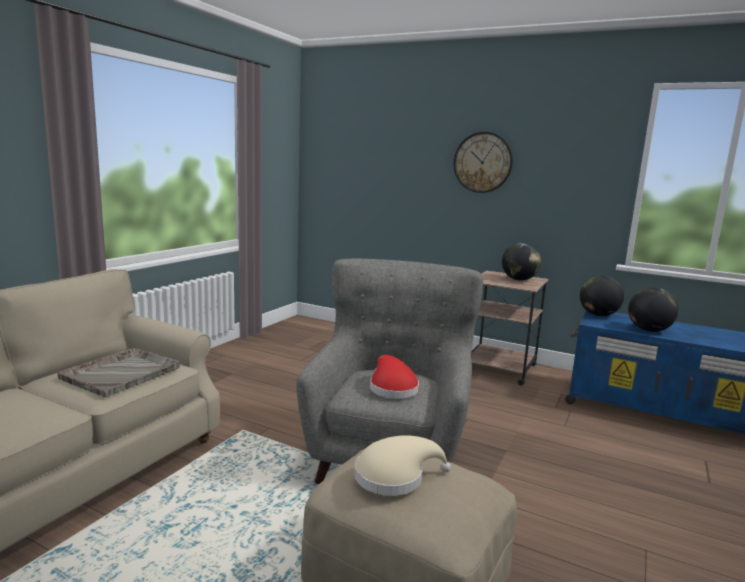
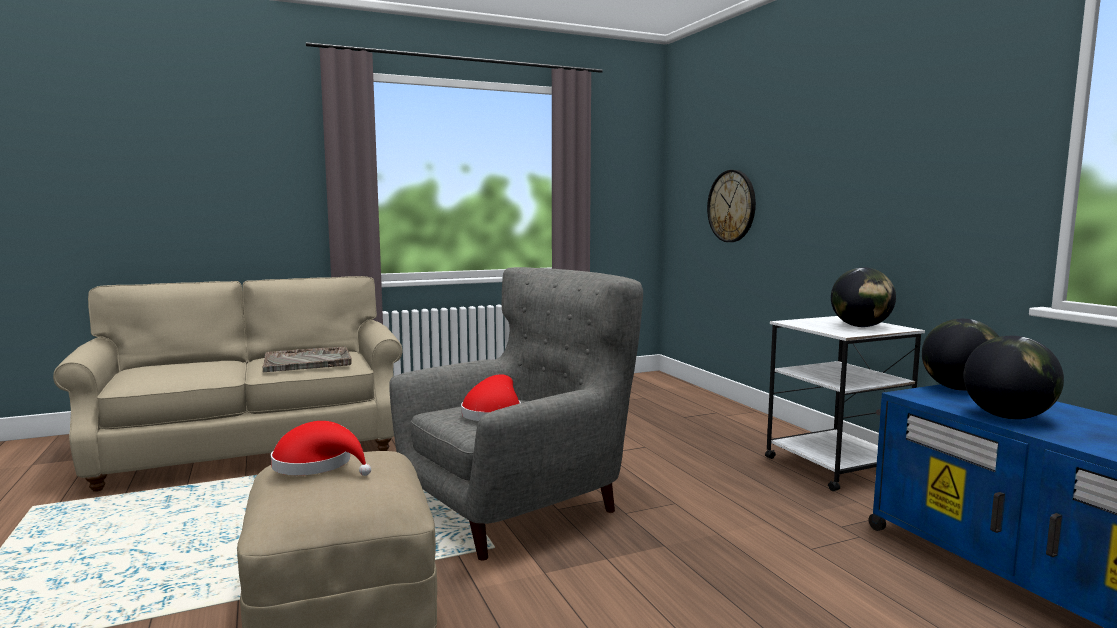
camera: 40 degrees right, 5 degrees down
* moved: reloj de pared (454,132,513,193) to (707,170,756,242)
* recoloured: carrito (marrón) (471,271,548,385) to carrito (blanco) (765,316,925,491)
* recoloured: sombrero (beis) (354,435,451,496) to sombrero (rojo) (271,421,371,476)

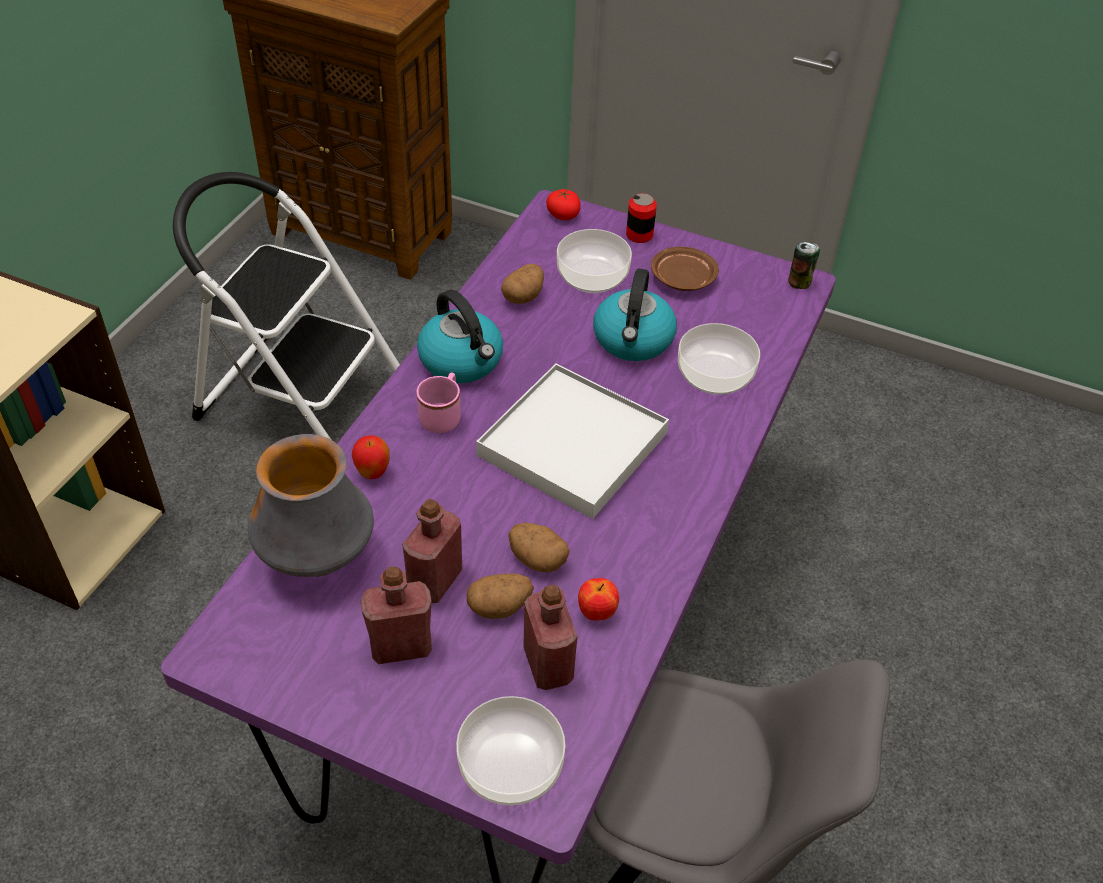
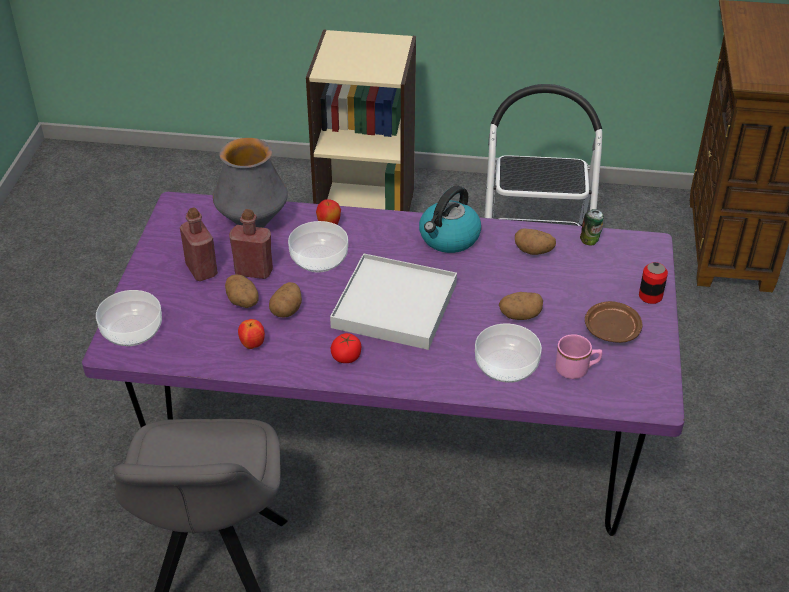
camera: 75 degrees right, 5 degrees down
* moved: tomate (546,189,581,220) to (331,333,361,363)
* moved: cuenco (557,229,632,293) to (288,221,348,273)
* moved: lata (788,242,820,289) to (580,209,603,245)
* replaced: hervidor (593,269,677,361) to patata (499,292,543,320)
* moved: taza grande (rosa) (416,373,461,433) to (556,334,602,379)
* removed: botella (rojo) (523,585,577,690)

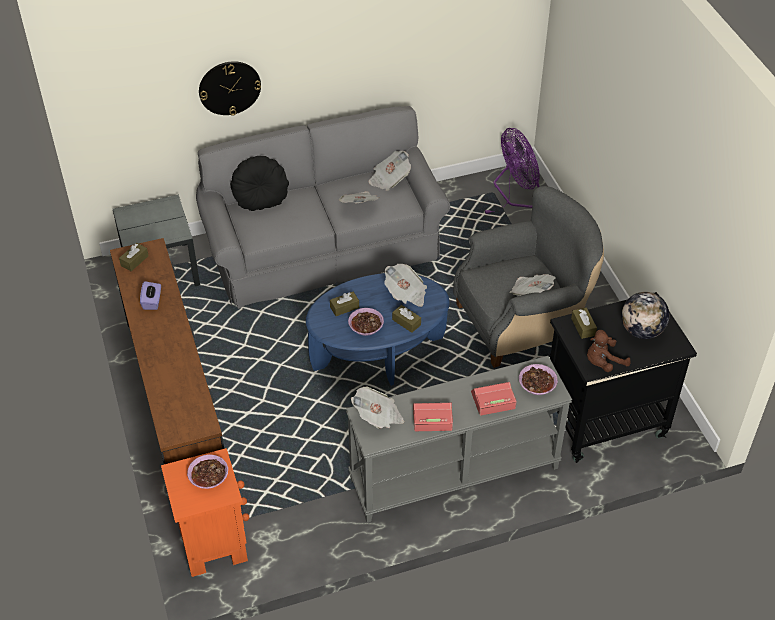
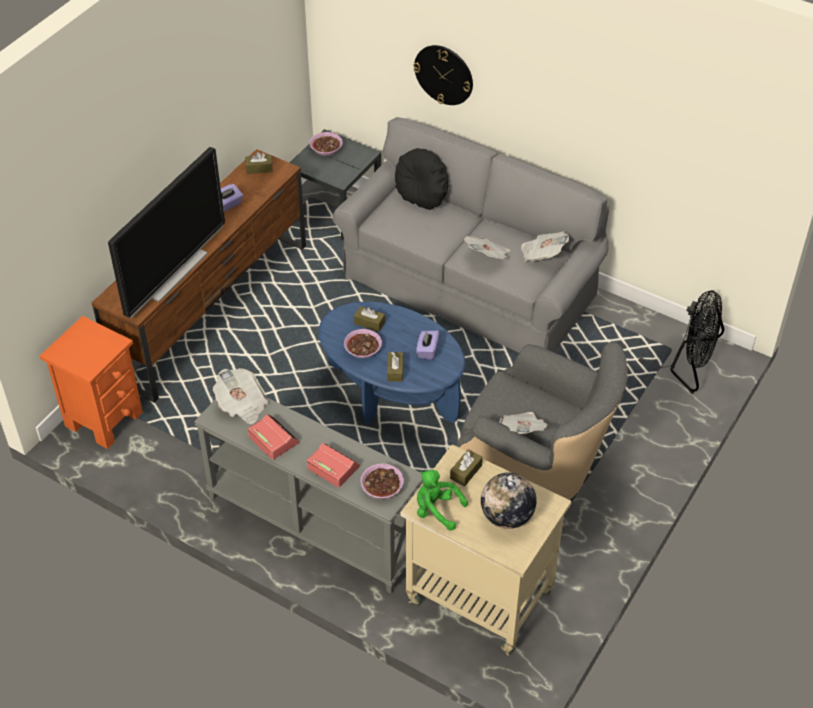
camera: 50 degrees right, 0 degrees up
* recoloured: ventilador (morado) (485,128,540,214) to ventilador (negro) (638,290,724,394)
* replaced: periódico (384,264,427,307) to caja de pañuelos (morado) (416,330,439,360)
* recoloured: carrito (negro) (550,292,697,463) to carrito (beis) (400,444,572,656)
* recoloured: peluche (marrón) (587,330,631,372) to peluche (verde) (417,470,468,531)
* moved: cuenco (187,454,228,489) to (309,132,343,156)
* added: televisor (108,147,225,318)

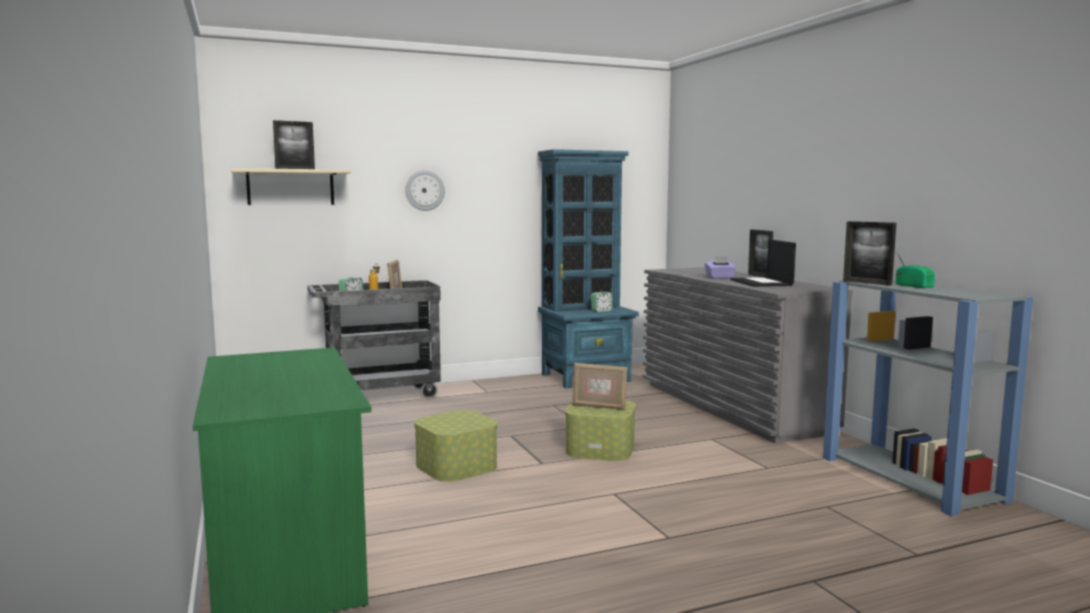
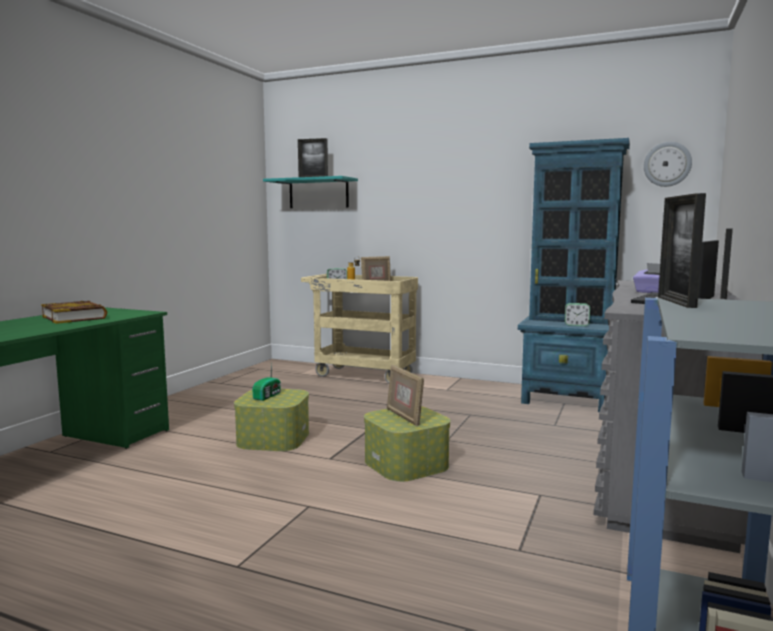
camera: 45 degrees right, 0 degrees up
* recoloured: estante (beis) (231,168,351,205) to estante (turquesa) (263,176,358,208)
* moved: reloj de pared (405,170,445,211) to (644,142,692,187)
* moved: radio (895,249,935,288) to (252,361,281,401)
* recoloured: carrito (negro) (307,280,441,399) to carrito (beis) (301,274,418,383)
* added: libro (41,301,108,324)

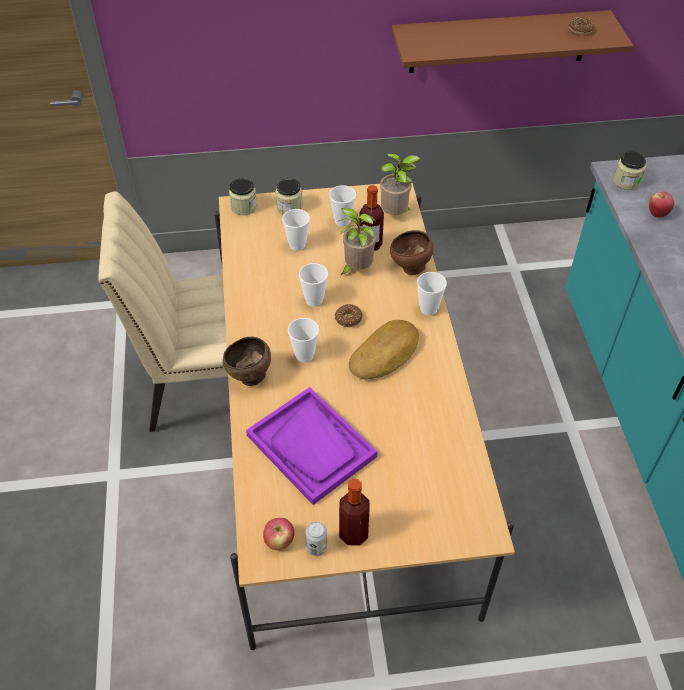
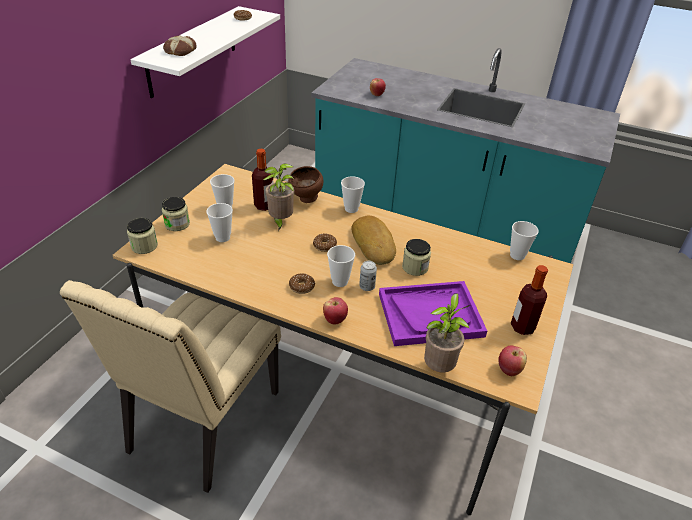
camera: 60 degrees left, 10 degrees down
* recoloured: estante (marrón) (392,10,633,73) to estante (blanco) (130,6,280,98)
* moved: tarro (613,151,646,190) to (402,239,431,276)
* moved: planta en maceta (380,154,420,215) to (424,293,470,372)
* moved: taza (299,263,328,307) to (510,221,539,260)
* replaced: cuenco (marrón) (223,336,271,386) to manzana (323,297,348,325)
* moved: lata (305,521,327,556) to (359,261,377,291)
* added: pan (163,35,197,56)
* added: rosquilla (289,274,315,294)

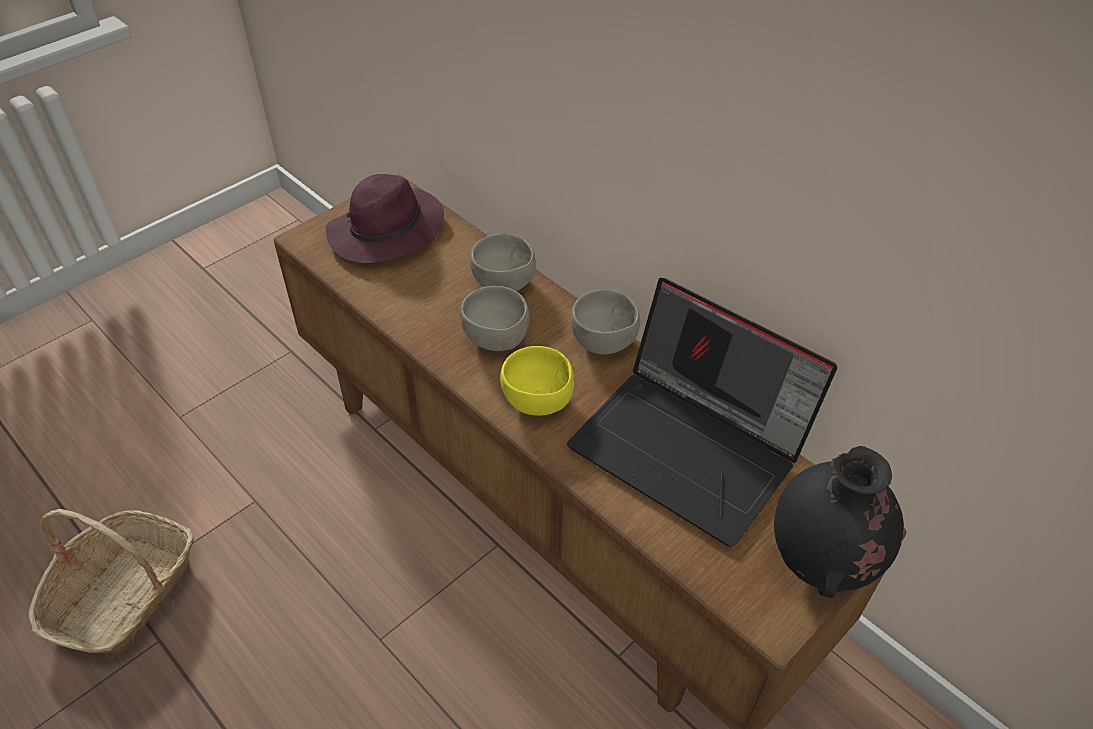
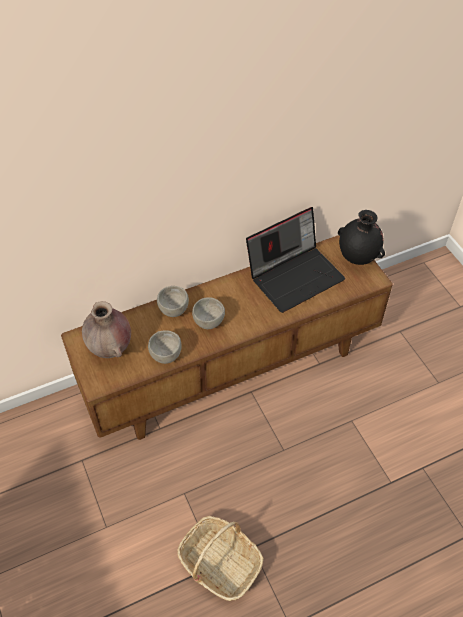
camera: 70 degrees left, 5 degrees up
* replaced: sombrero (morado) (326,174,444,263) to florero (marrón) (82,301,131,358)
* moved: cuenco (gris) (571,289,640,354) to (148,330,182,364)
* removed: cuenco (amarillo) (500,346,574,416)

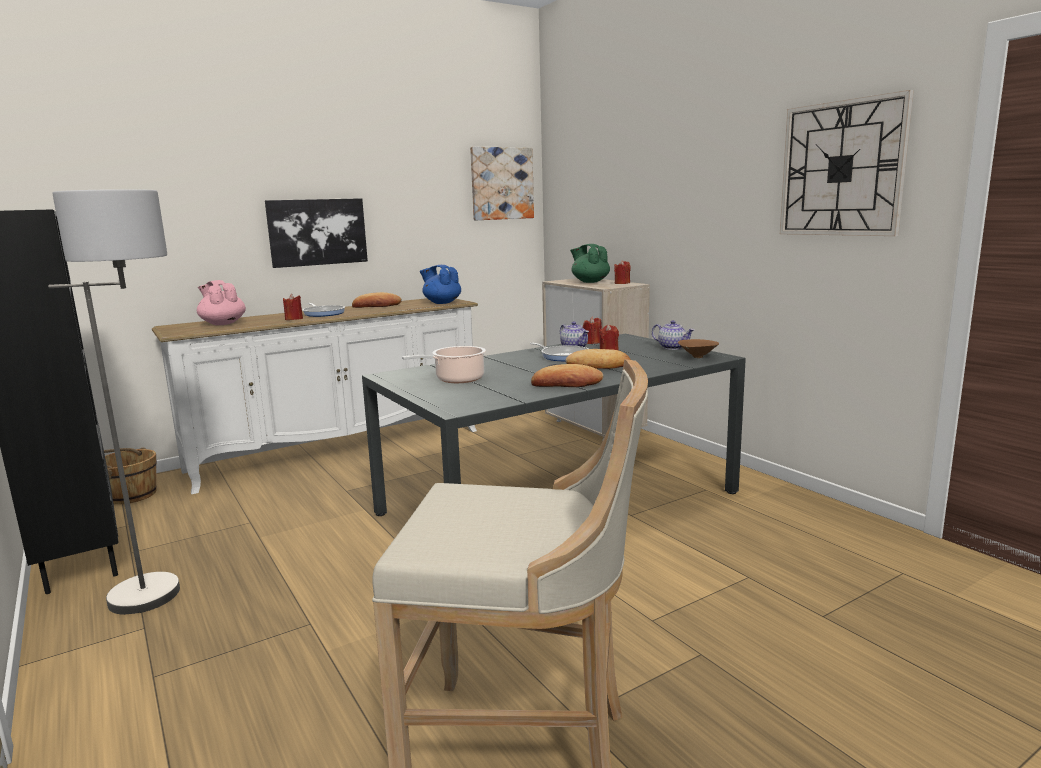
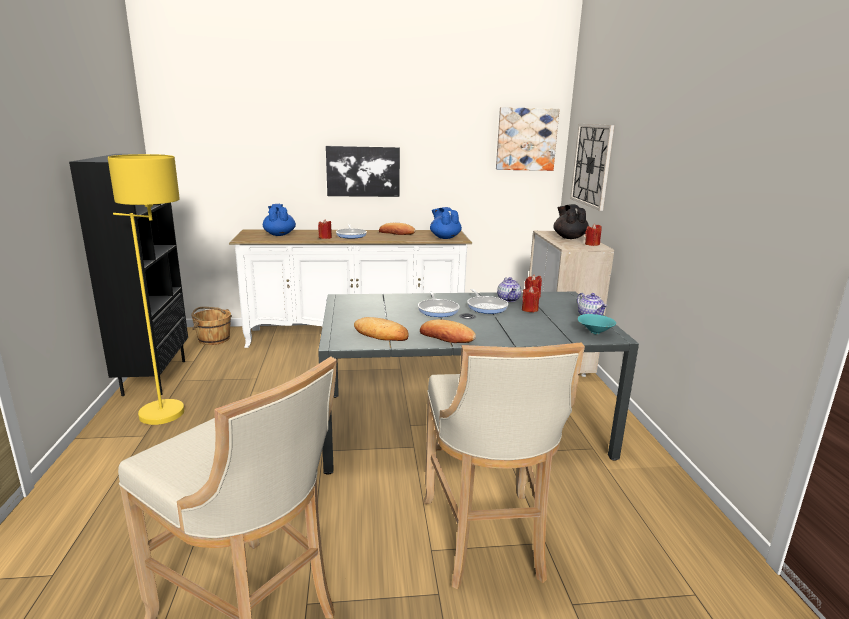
camera: 25 degrees right, 5 degrees up
* moved: reloj de pared (780,90,914,236) to (570,124,614,211)
* recoloured: lámpara de pie (gris) (48,189,180,615) to lámpara de pie (amarillo) (108,154,184,425)
* recoloured: tetera (verde) (570,244,610,283) to tetera (negro) (553,204,589,239)
* recoloured: tetera (rosa) (197,280,246,325) to tetera (azul) (263,204,296,236)
* recoloured: cuenco (marrón) (678,339,719,358) to cuenco (turquesa) (578,314,616,334)
* removed: olla (402,346,486,383)
* moved: pan (565,349,631,369) to (354,317,408,341)
* added: sartén (418,291,460,317)
* added: taburete (beis) (423,342,585,589)

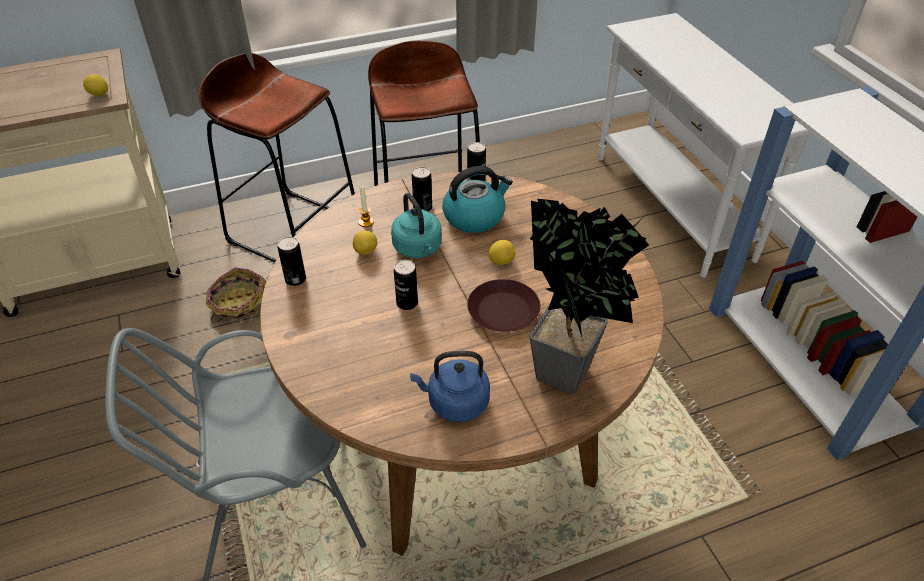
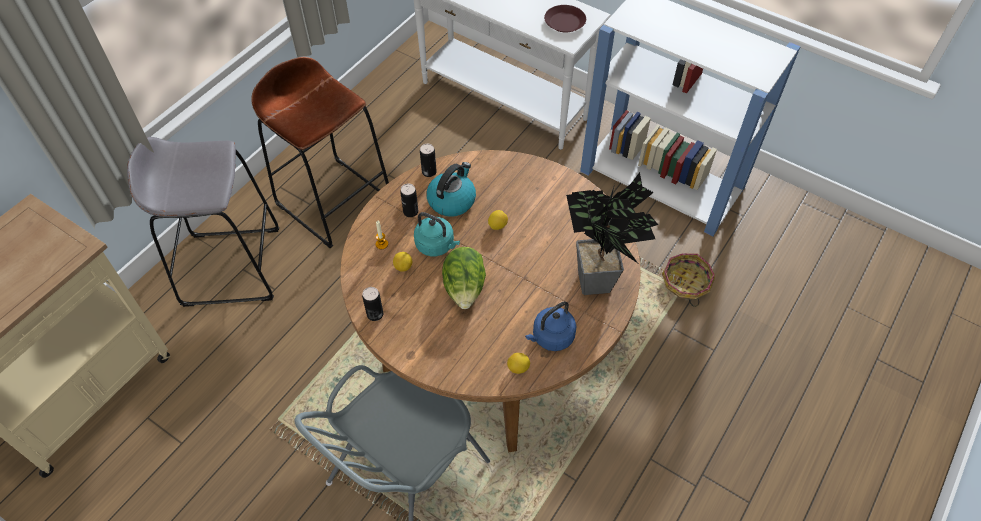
camera: 35 degrees left, 10 degrees up
* recoloured: taburete (marrón) (199,53,355,262) to taburete (gris) (127,137,279,307)
* moved: limón (83,74,108,96) to (507,353,530,374)
* replaced: lata (394,260,418,310) to lechuga (442,247,486,309)
* moved: cesta (206,267,266,323) to (662,253,715,307)
* moved: plato (marrón) (467,279,541,332) to (544,5,586,33)

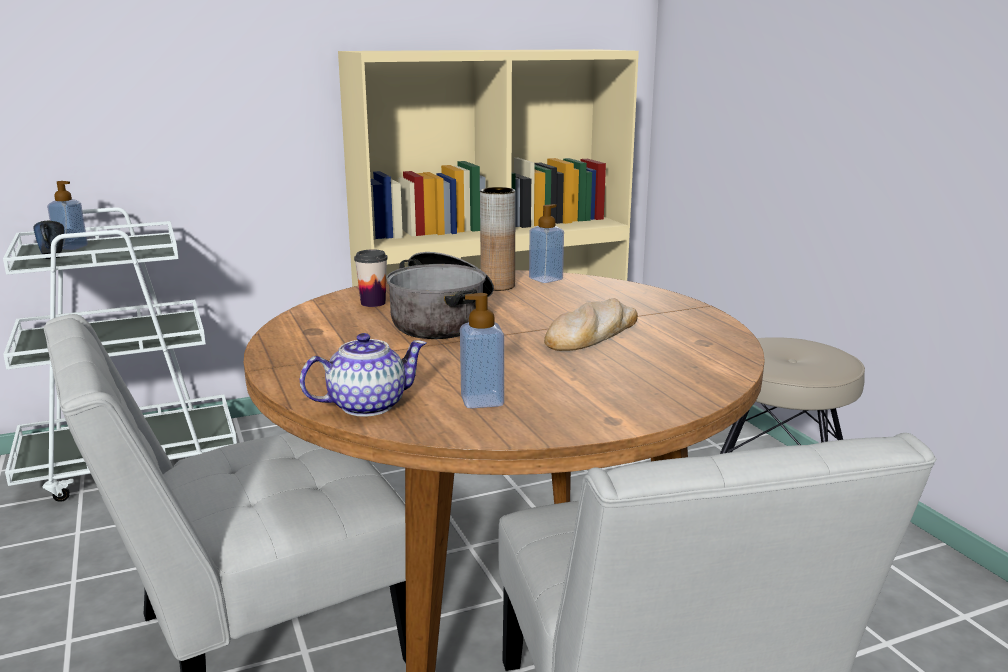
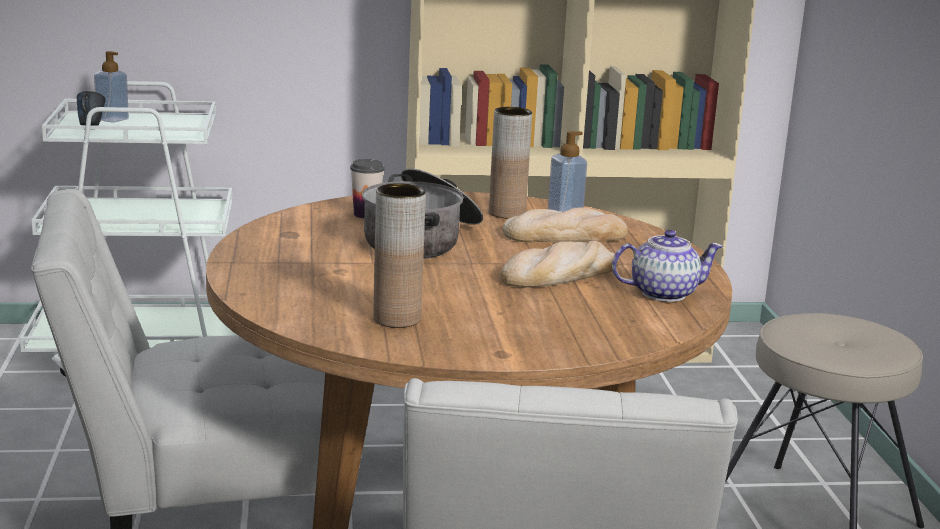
camera: 15 degrees right, 0 degrees up
* replaced: dispensador de jabón (460,293,504,408) to florero (marrón) (373,183,426,328)
* moved: tetera (300,333,426,417) to (612,230,723,302)
* added: pan (502,207,628,243)

